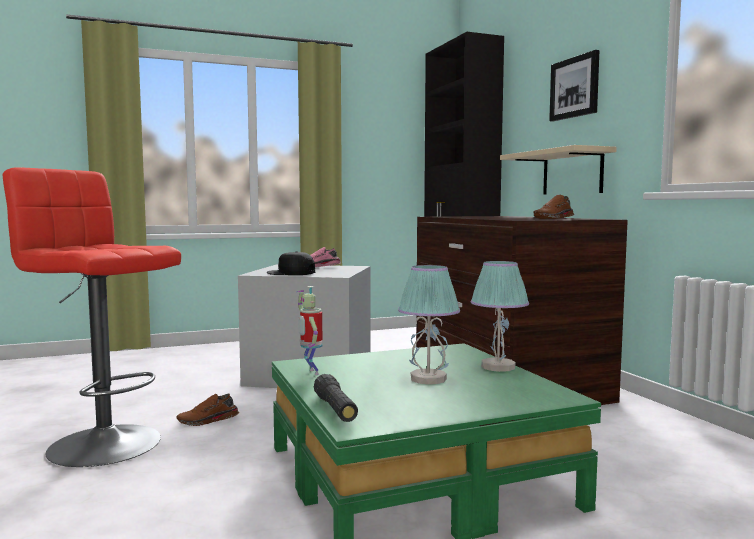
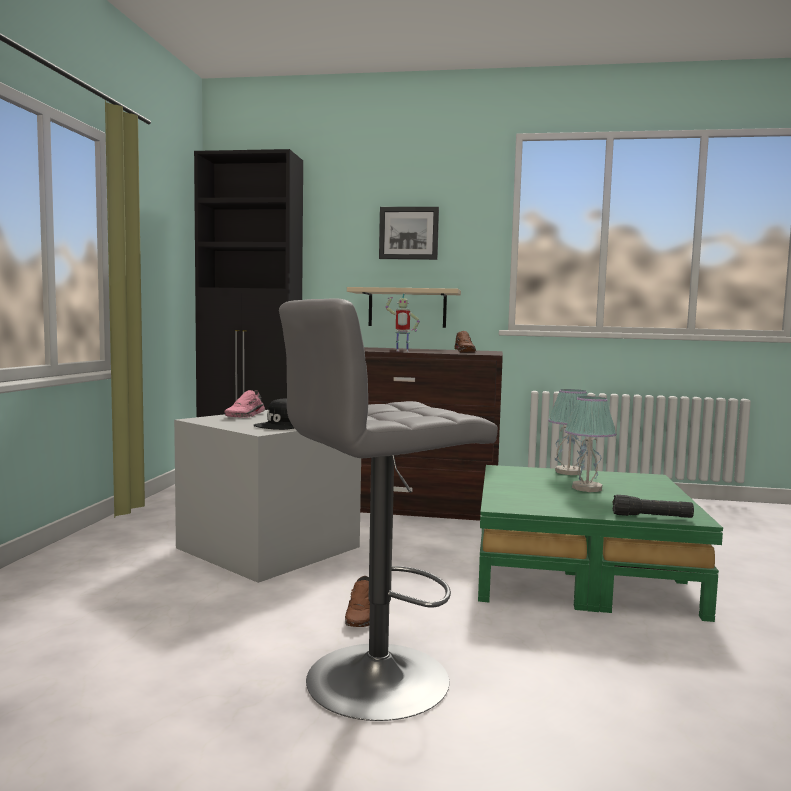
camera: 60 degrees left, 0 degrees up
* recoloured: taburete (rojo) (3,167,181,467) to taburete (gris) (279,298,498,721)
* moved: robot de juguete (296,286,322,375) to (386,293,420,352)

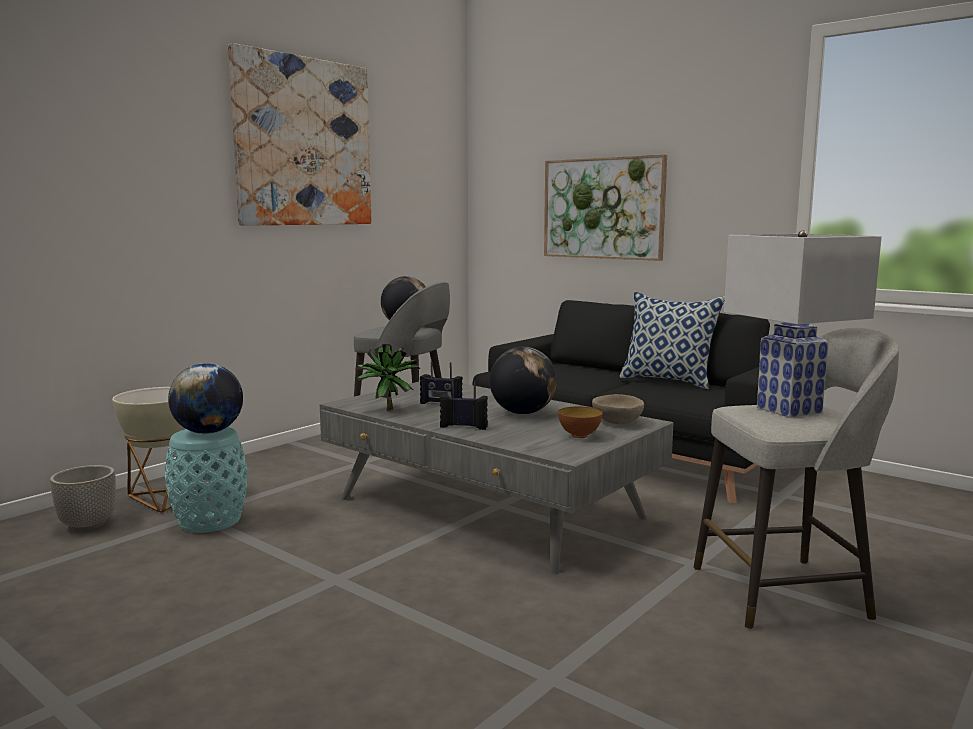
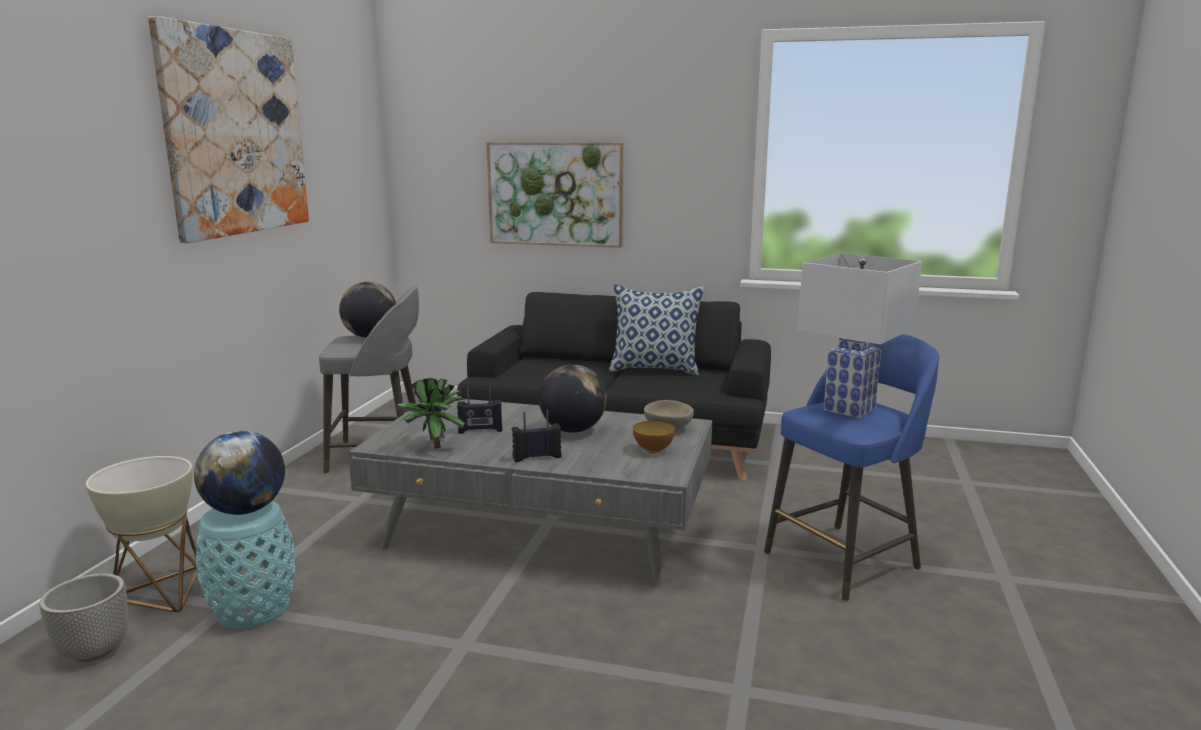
camera: 25 degrees left, 5 degrees up
* recoloured: taburete (gris) (694,328,899,629) to taburete (azul) (764,334,939,601)

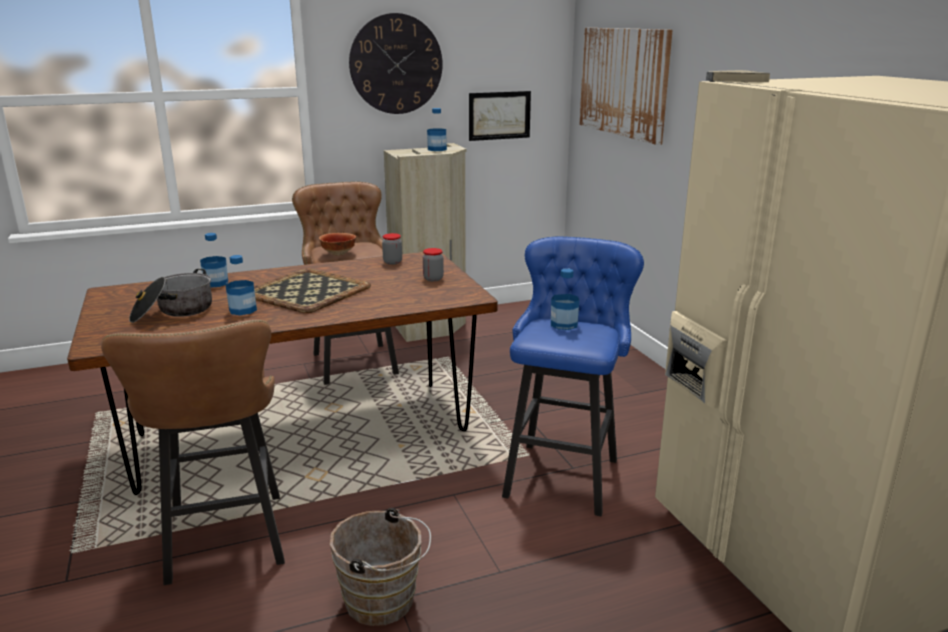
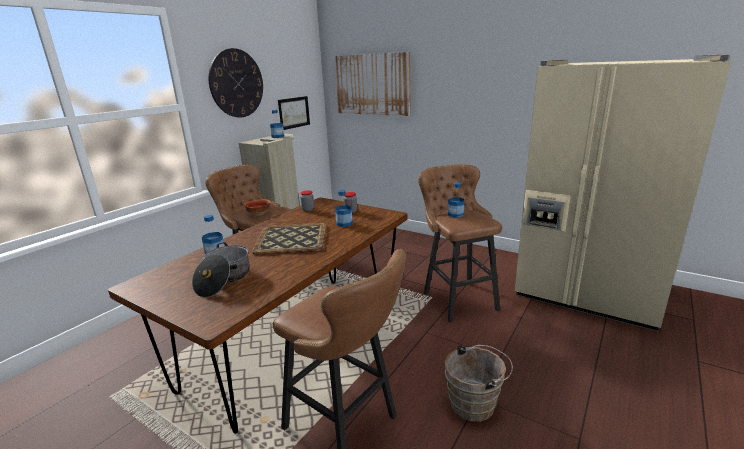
camera: 35 degrees left, 0 degrees up
* recoloured: taburete (azul) (502,236,644,517) to taburete (marrón) (418,164,502,323)
* moved: botella (226,255,257,315) to (335,190,353,227)

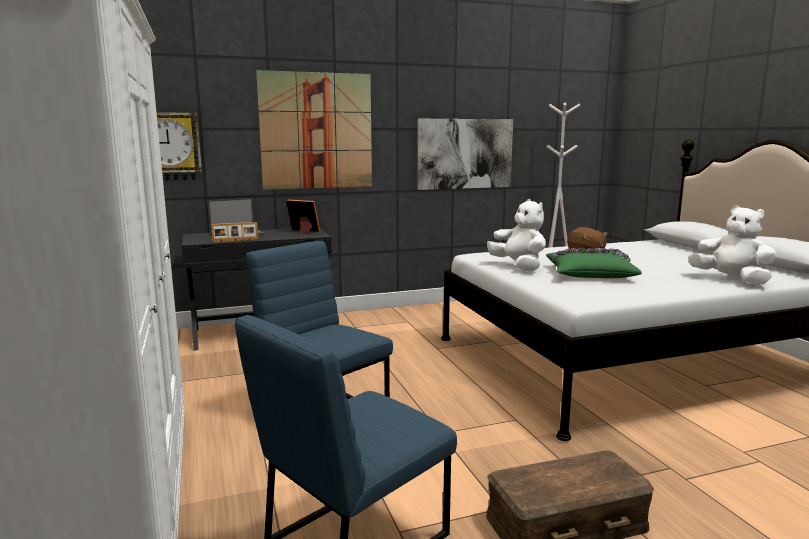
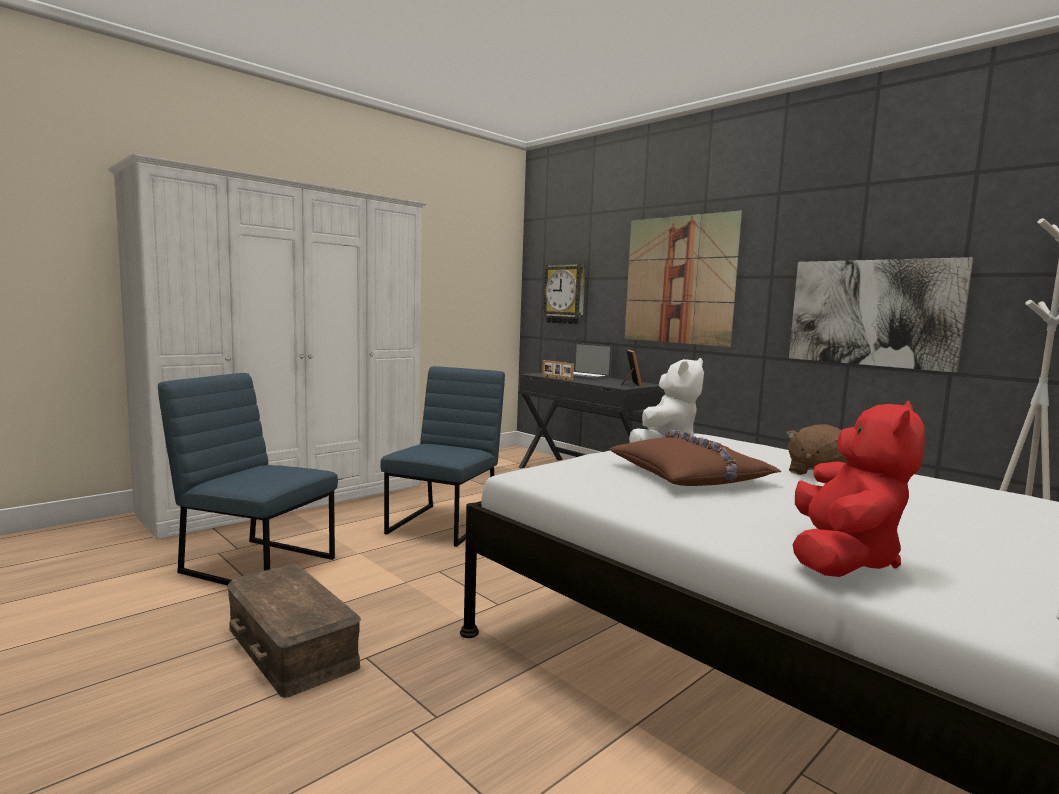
camera: 65 degrees right, 5 degrees down
* recoloured: peluche (blanco) (688,205,777,285) to peluche (rojo) (793,401,925,577)
* recoloured: cojín (verde) (546,248,642,278) to cojín (marrón) (610,430,782,486)

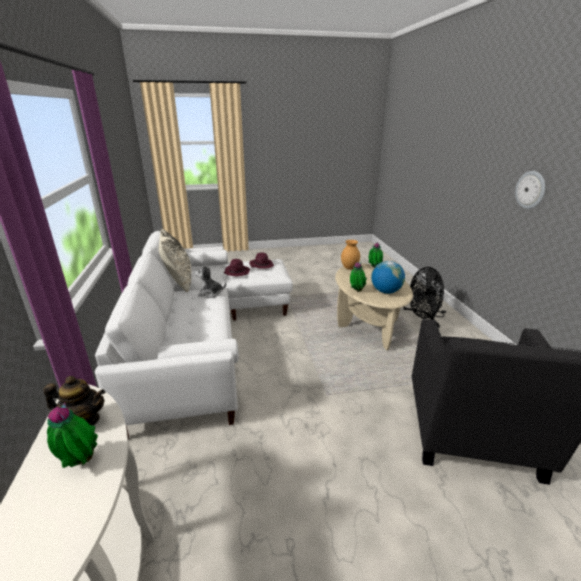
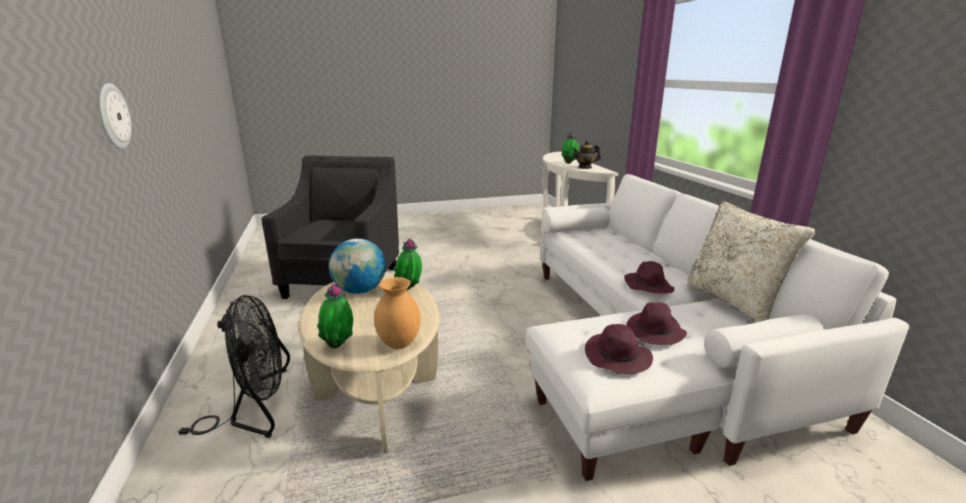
camera: 175 degrees right, 5 degrees down
* replaced: peluche (195,265,226,298) to sombrero (morado) (624,261,674,294)

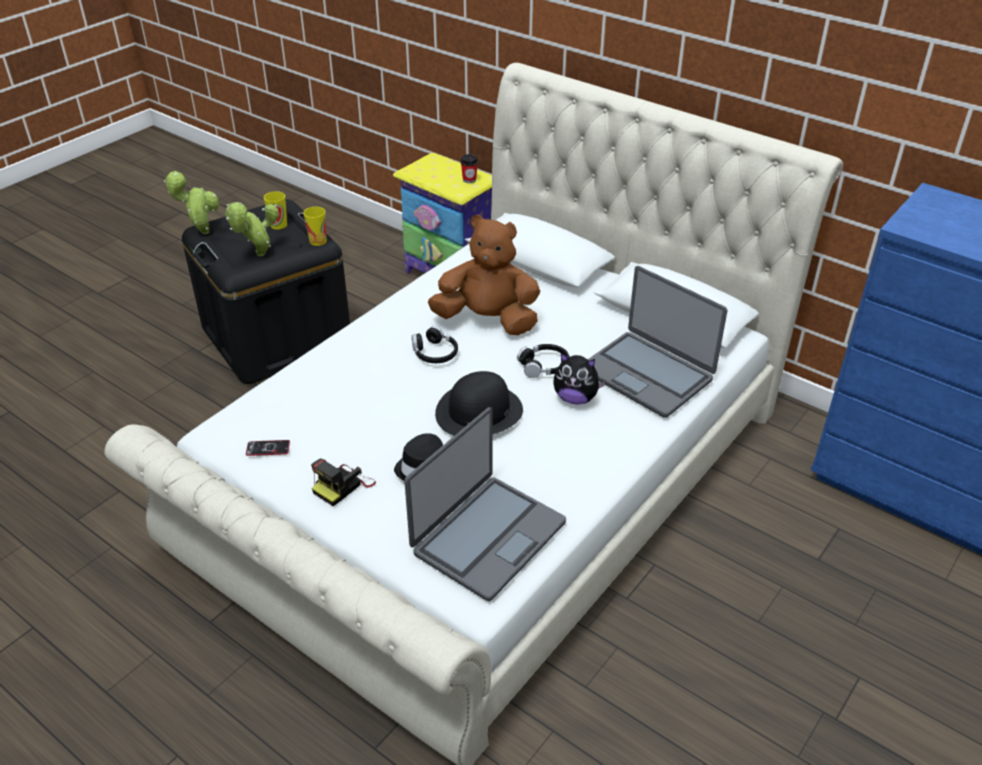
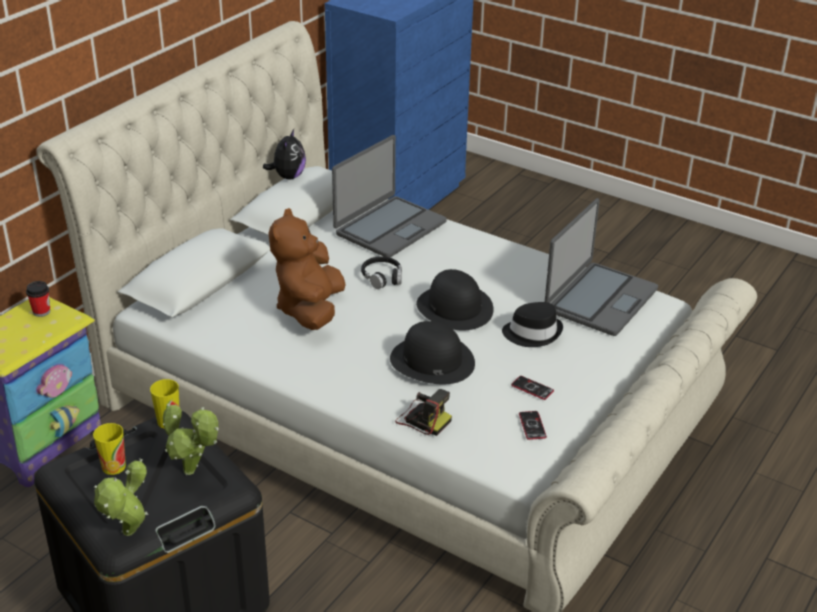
camera: 95 degrees left, 5 degrees down
* removed: auriculares (negro) (412,326,458,363)
* moved: peluche (553,353,605,405) to (263,129,306,179)
* turned: portátil (404,407,566,601) = (545,198,658,336) 90 degrees clockwise
* moved: cámara (311,458,376,506) to (395,389,452,436)
* added: sombrero (negro) (390,321,475,384)
* added: móvil (511,376,554,400)

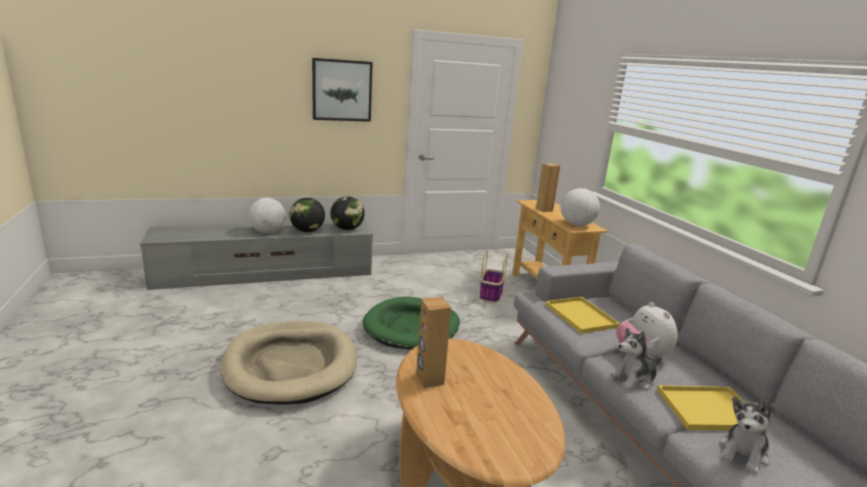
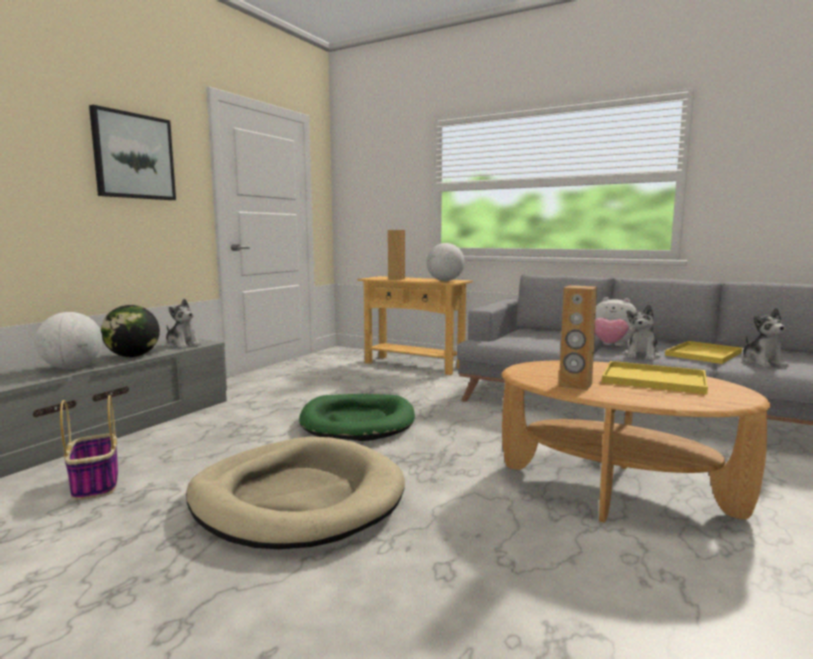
camera: 40 degrees left, 10 degrees down
* replaced: globo terráqueo (330,196,365,230) to peluche (166,299,201,349)
* moved: cesta (480,250,507,303) to (60,395,118,500)
* moved: bandeja (amarillo) (545,297,620,334) to (602,361,708,395)

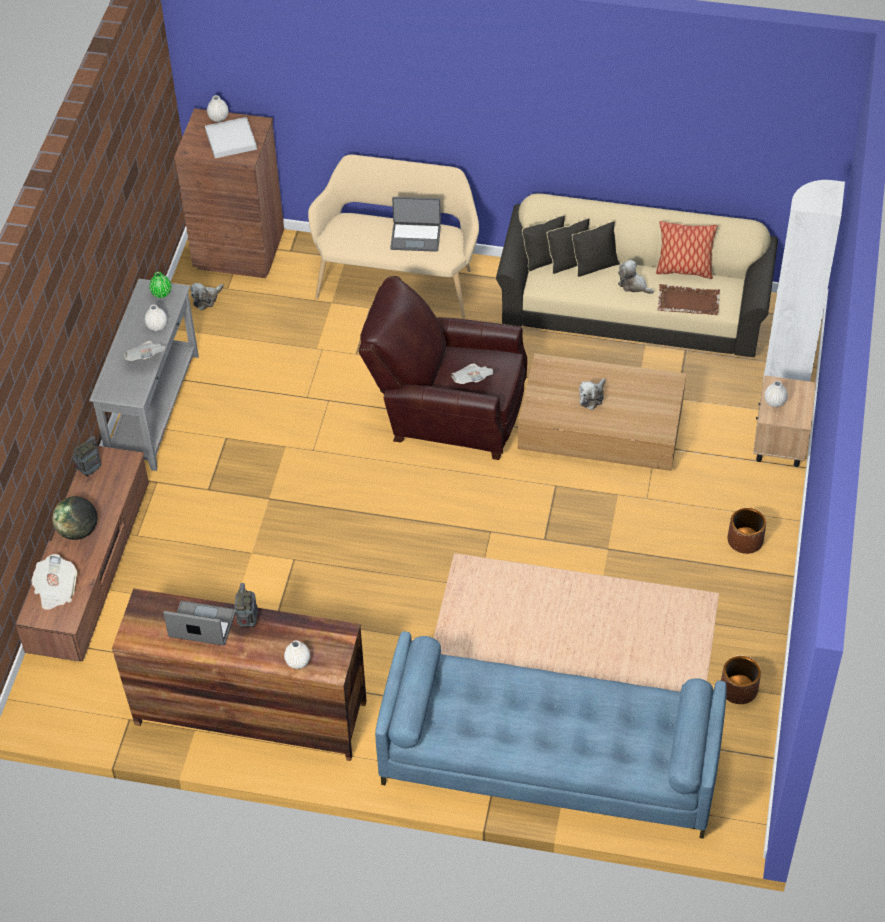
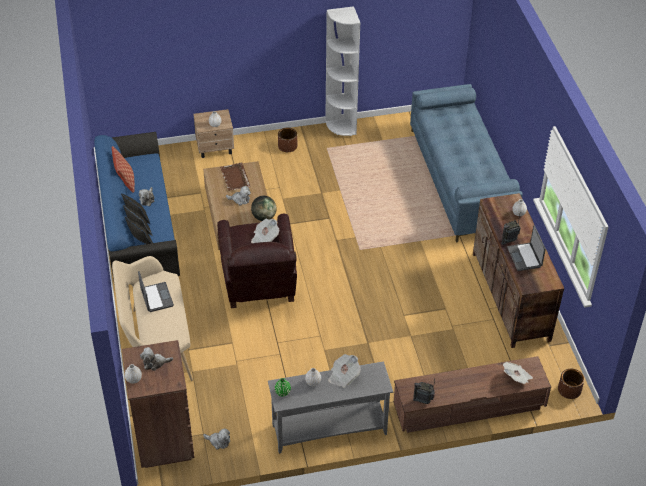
camera: 115 degrees left, 5 degrees down
* replaced: bandeja (blanco) (205,117,257,158) to peluche (140,347,173,371)
* moved: estantería (blanco) (763,180,845,382) to (325,6,360,136)
* recoloured: sofá (beis) (496,193,778,357) to sofá (azul) (94,132,180,280)
* moved: bandeja (marrón) (658,284,720,315) to (220,163,251,191)
* moved: globo terráqueo (52,496,97,540) to (251,196,277,221)
* moved: maceta (marrón) (721,655,761,704) to (558,369,584,399)

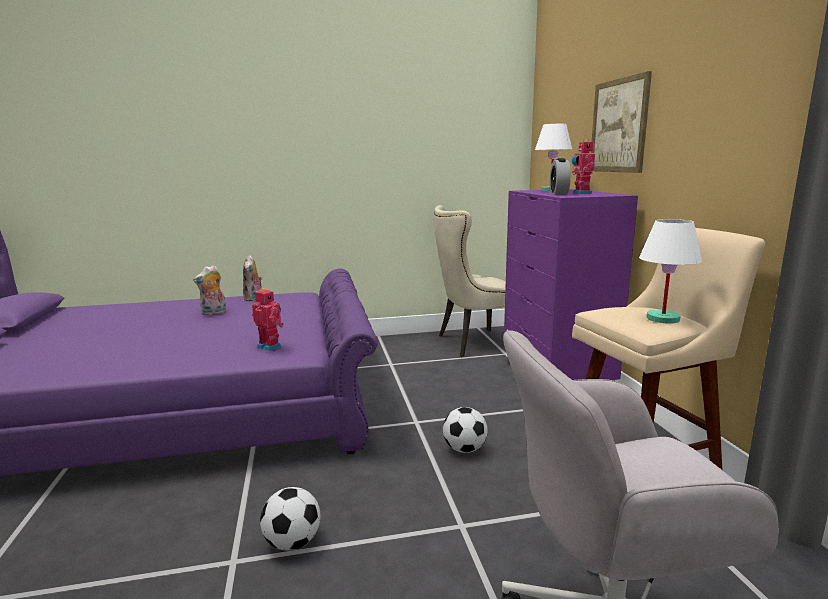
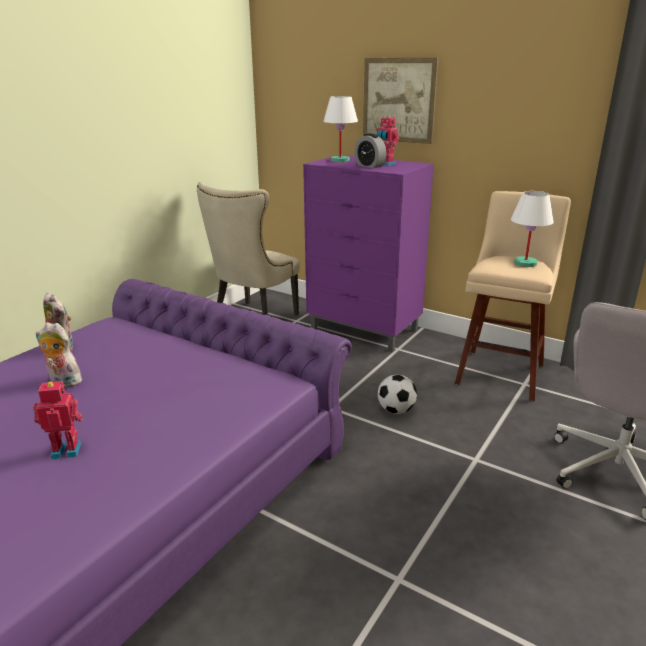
camera: 45 degrees left, 10 degrees up
* turned: peluche (193,265,227,316) = (35,322,82,387) 105 degrees clockwise
* moved: robot de juguete (252,288,284,351) to (33,381,82,459)
* removed: balón de fútbol (260,487,321,551)

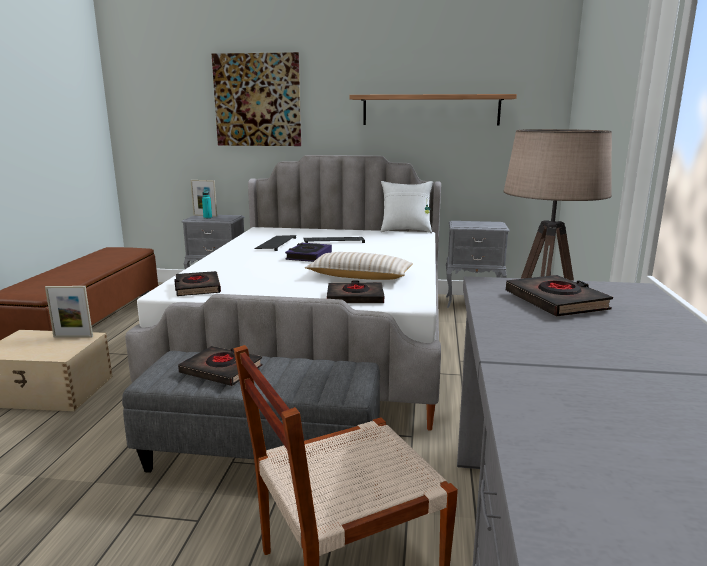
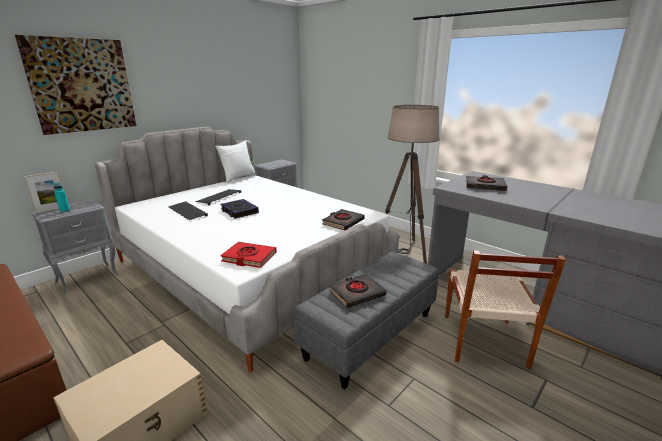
camera: 55 degrees left, 5 degrees up
* removed: estante (349,94,517,125)
* removed: cojín (beis) (305,252,413,280)
* recoloured: libro (negro) (174,271,221,296) to libro (rojo) (220,242,277,268)
* removed: portarretratos (45,286,93,338)

